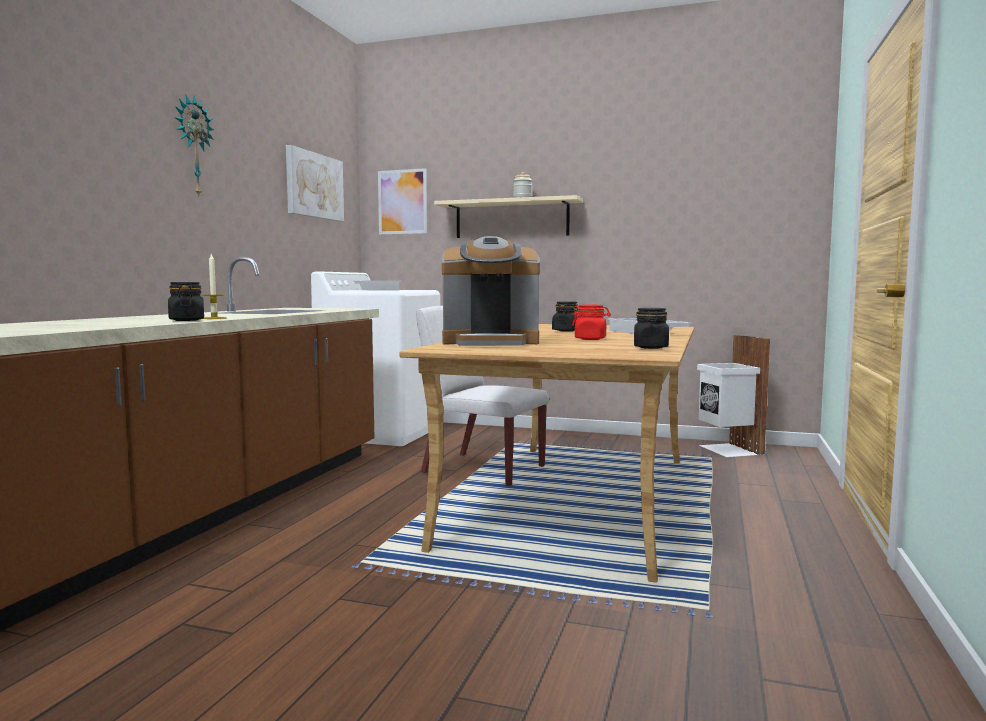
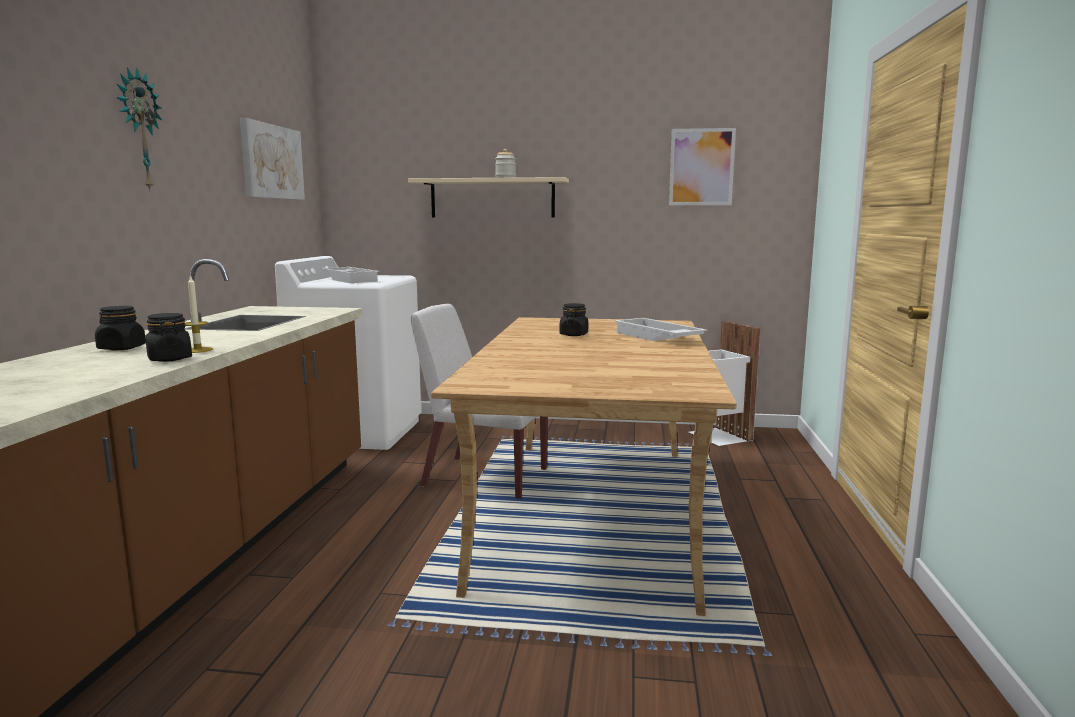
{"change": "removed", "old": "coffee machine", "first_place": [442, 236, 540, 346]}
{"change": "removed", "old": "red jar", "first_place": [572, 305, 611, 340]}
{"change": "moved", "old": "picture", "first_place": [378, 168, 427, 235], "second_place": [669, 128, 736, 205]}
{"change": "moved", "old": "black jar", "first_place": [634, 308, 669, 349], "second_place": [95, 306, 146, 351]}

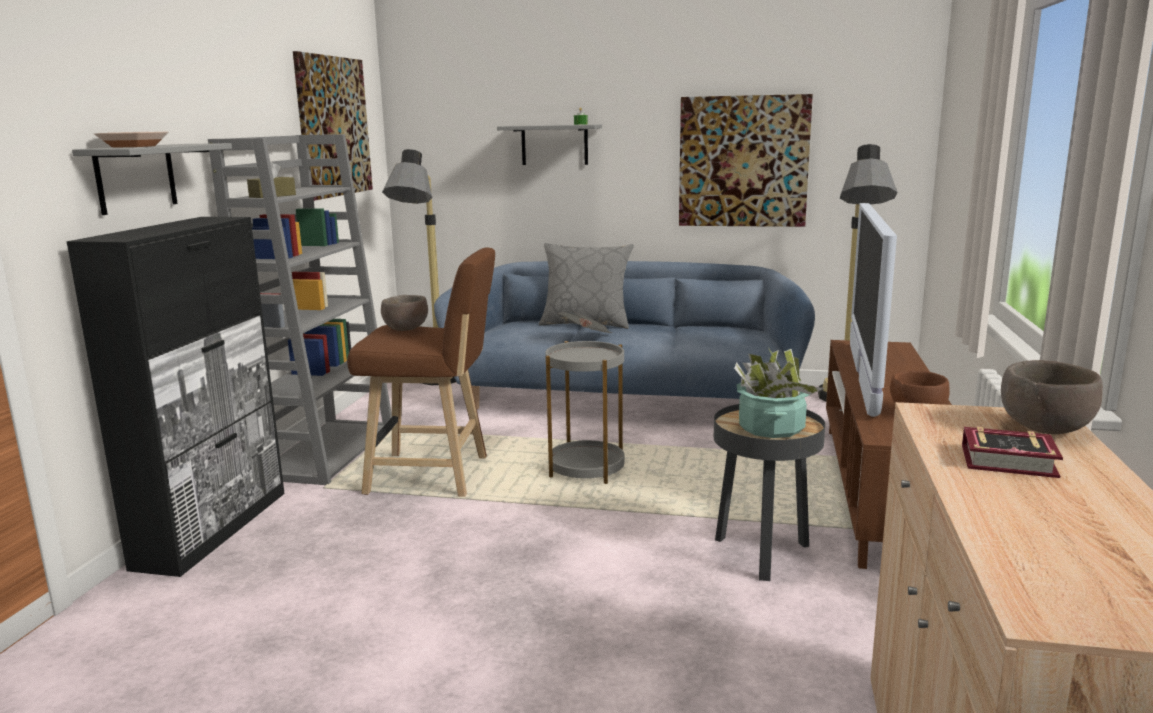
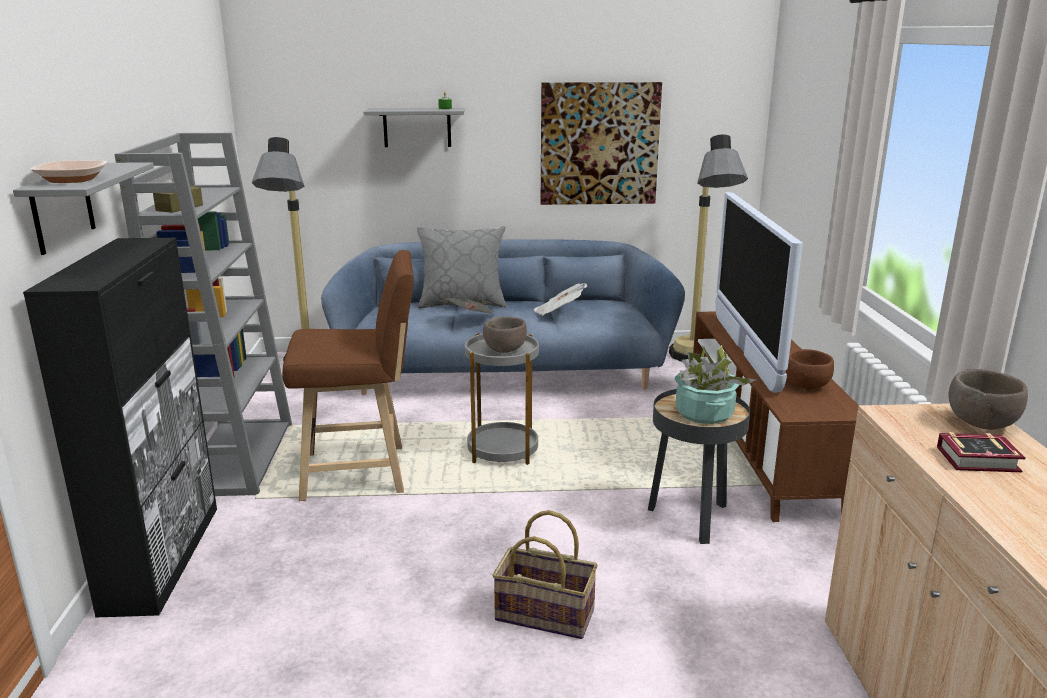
{"change": "removed", "old": "picture", "first_place": [293, 51, 373, 201]}
{"change": "added", "new": "basket", "second_place": [492, 510, 598, 639]}
{"change": "added", "new": "newspaper", "second_place": [534, 283, 587, 316]}
{"change": "moved", "old": "brown bowl", "first_place": [381, 295, 428, 331], "second_place": [483, 317, 527, 353]}

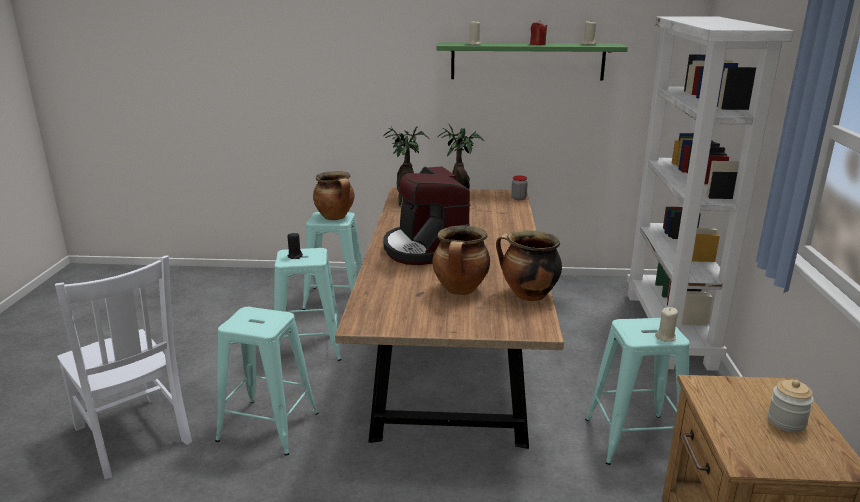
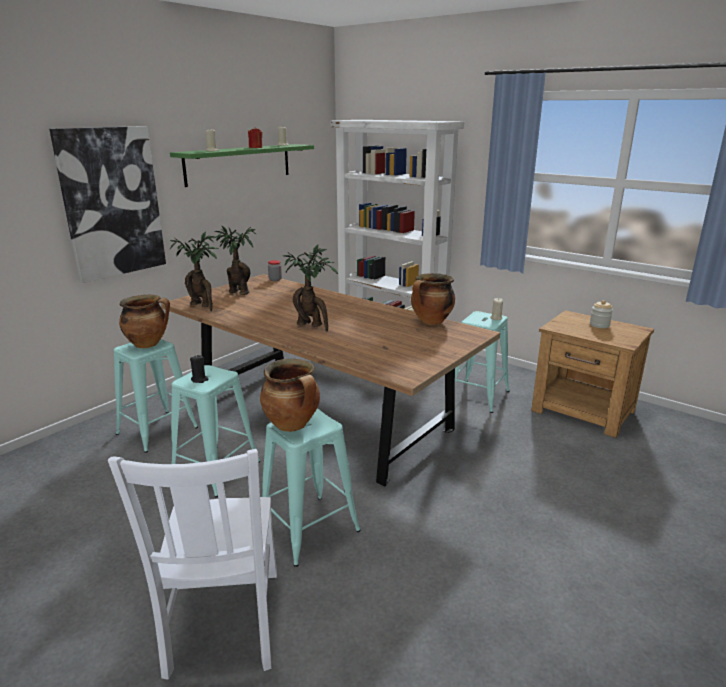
{"change": "added", "new": "picture", "second_place": [49, 126, 166, 283]}
{"change": "moved", "old": "cooking pot", "first_place": [432, 226, 490, 295], "second_place": [260, 359, 320, 432]}
{"change": "replaced", "old": "coffee machine", "new": "potted plant", "first_place": [383, 166, 470, 265], "second_place": [283, 245, 338, 331]}
{"change": "turned", "old": "white chair", "first_place": [55, 255, 192, 479], "second_place": [108, 449, 277, 680], "degrees": 90}

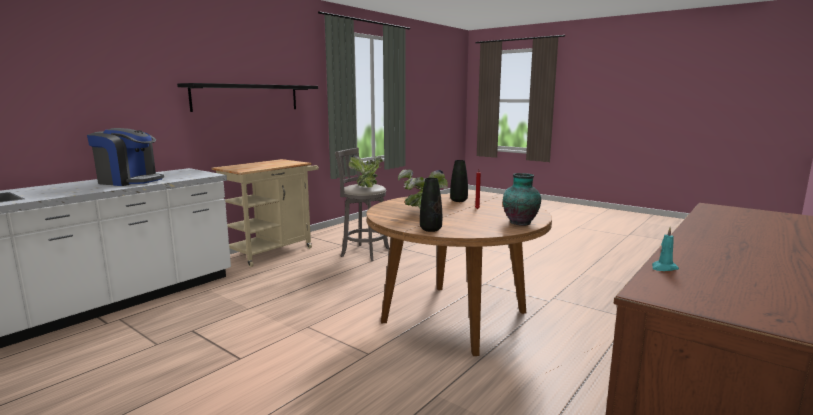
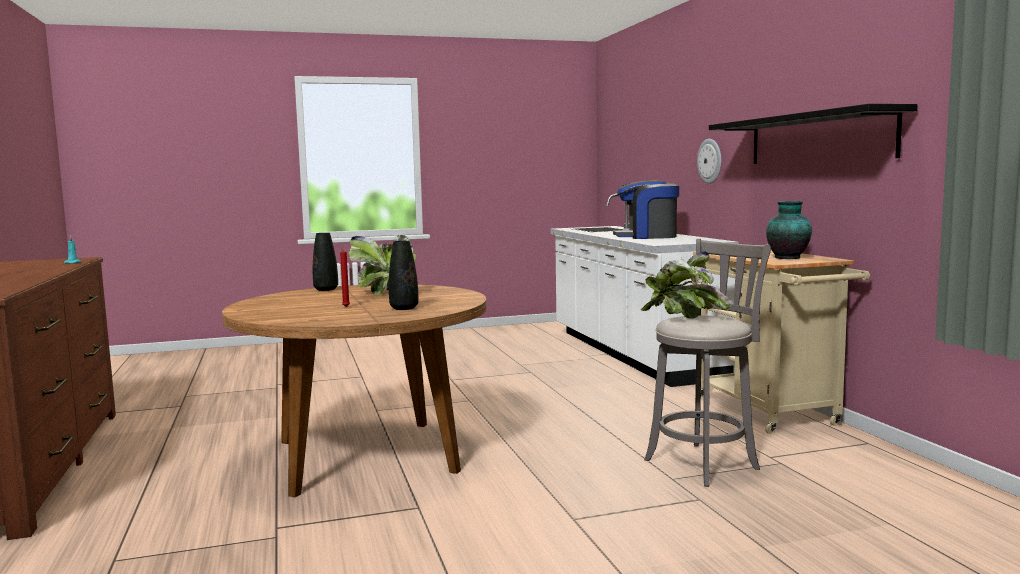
{"change": "added", "new": "wall clock", "second_place": [697, 139, 722, 184]}
{"change": "moved", "old": "vase", "first_place": [503, 173, 541, 226], "second_place": [766, 201, 812, 259]}
{"change": "turned", "old": "coffee machine", "first_place": [87, 128, 164, 186], "second_place": [613, 180, 679, 239], "degrees": 45}

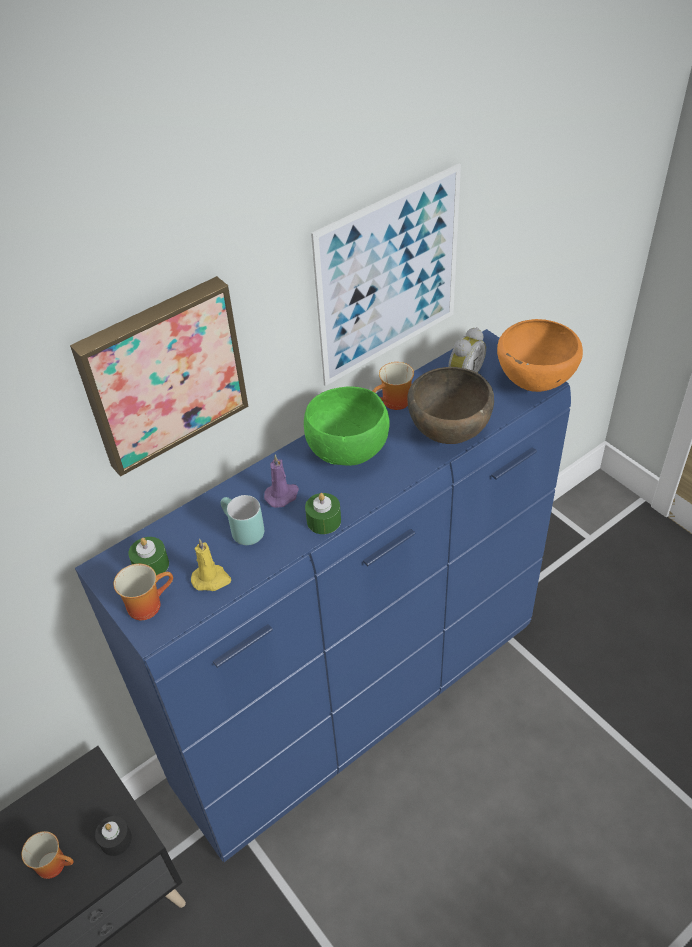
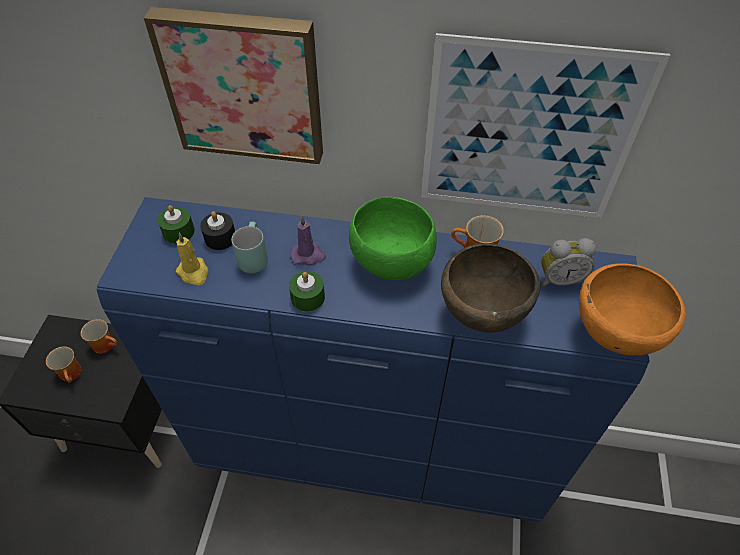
{"change": "moved", "old": "black candle", "first_place": [95, 816, 132, 856], "second_place": [200, 211, 235, 250]}
{"change": "moved", "old": "mug", "first_place": [113, 564, 173, 620], "second_place": [81, 319, 117, 354]}

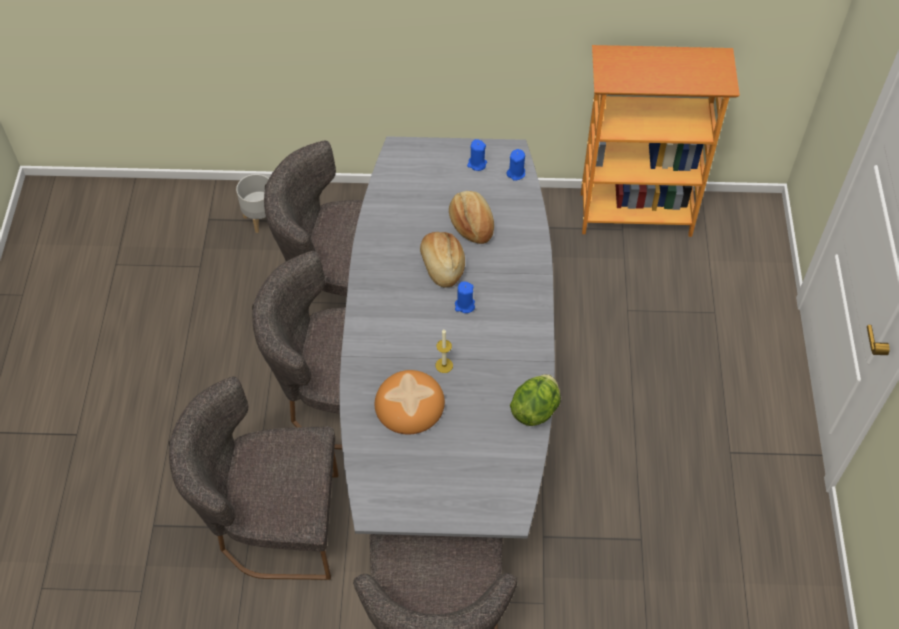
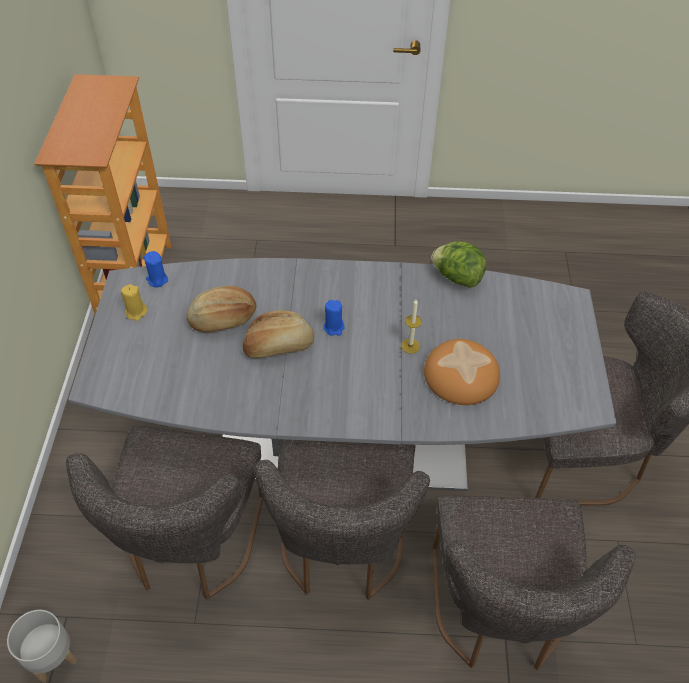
{"change": "recoloured", "old": "blue candle", "new": "yellow candle", "first_place": [467, 139, 487, 171], "second_place": [121, 284, 147, 321]}

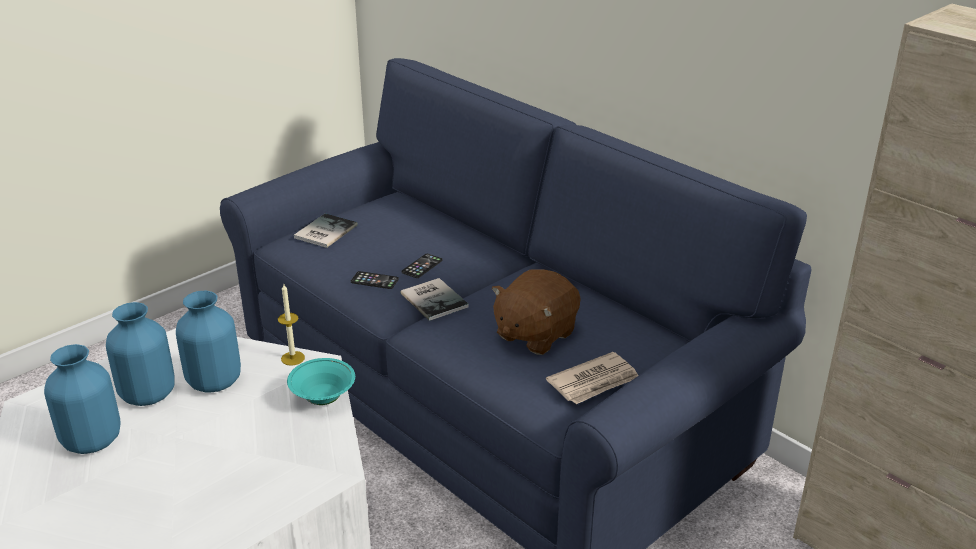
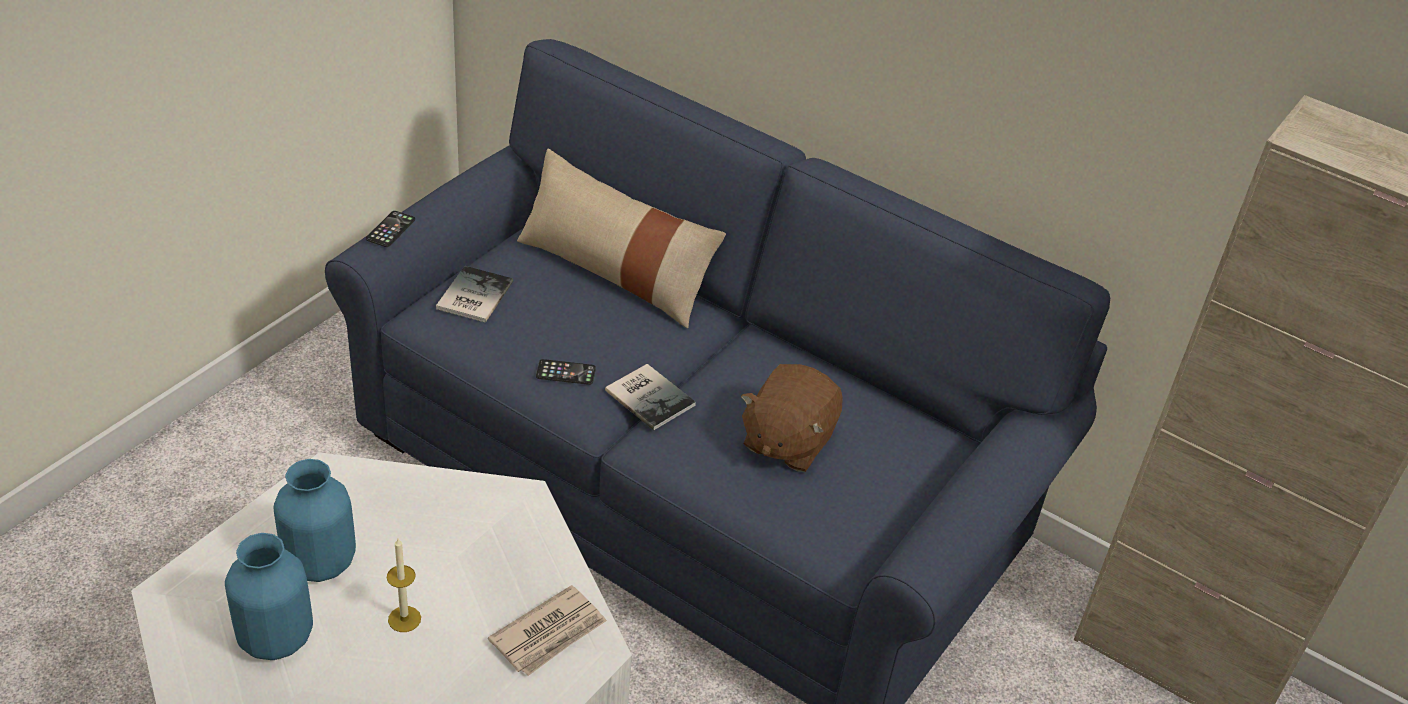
{"change": "removed", "old": "blue vase", "first_place": [176, 290, 241, 393]}
{"change": "removed", "old": "turquoise bowl", "first_place": [287, 358, 355, 405]}
{"change": "added", "new": "beige pillow", "second_place": [517, 149, 726, 329]}
{"change": "moved", "old": "candle", "first_place": [278, 284, 305, 366], "second_place": [387, 539, 421, 632]}
{"change": "moved", "old": "phone", "first_place": [401, 254, 443, 278], "second_place": [366, 211, 415, 247]}
{"change": "moved", "old": "newspaper", "first_place": [546, 352, 639, 404], "second_place": [488, 585, 607, 676]}

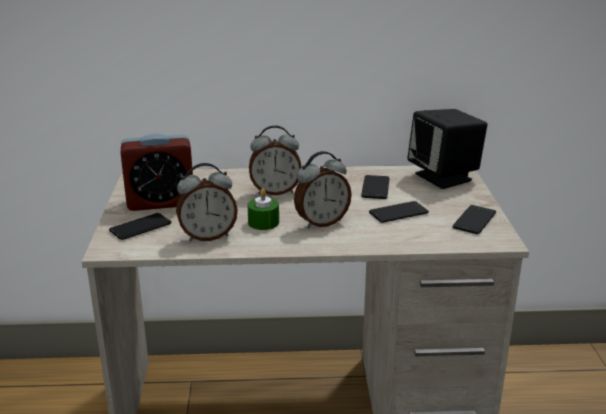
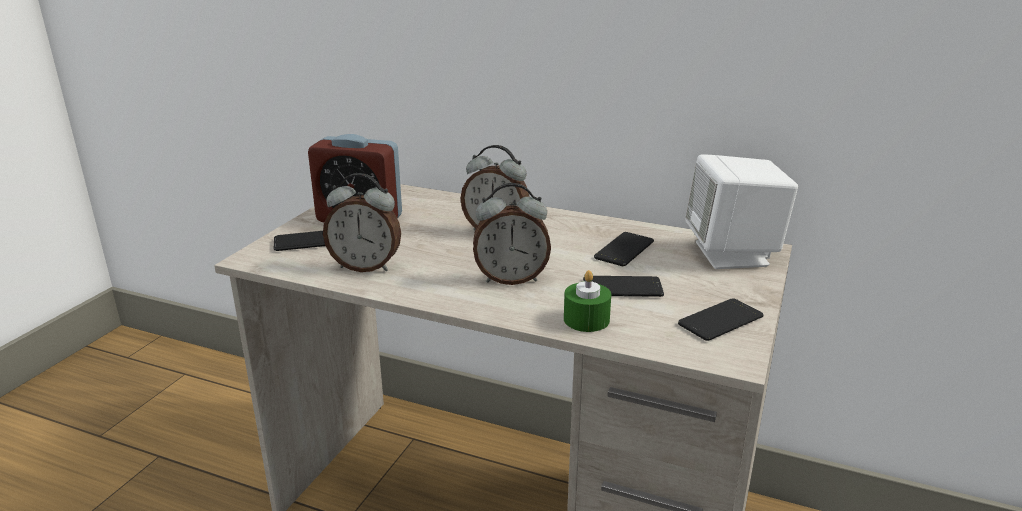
{"change": "moved", "old": "green candle", "first_place": [247, 188, 279, 230], "second_place": [564, 270, 611, 332]}
{"change": "recoloured", "old": "black speaker", "new": "white speaker", "first_place": [407, 109, 487, 189], "second_place": [685, 154, 798, 269]}

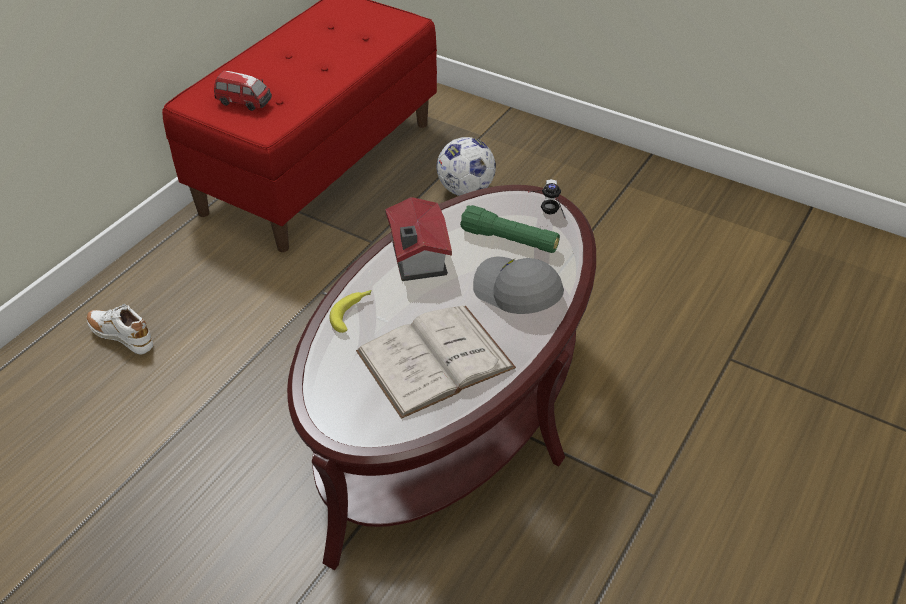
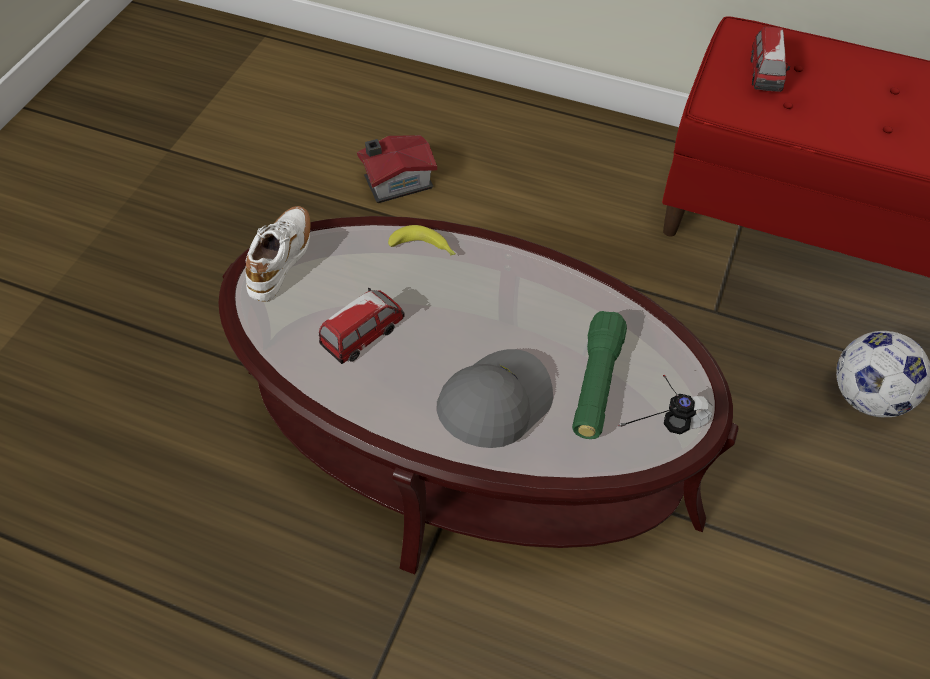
{"change": "moved", "old": "white shoe", "first_place": [87, 304, 153, 355], "second_place": [245, 206, 310, 302]}
{"change": "moved", "old": "toy house", "first_place": [385, 197, 452, 281], "second_place": [357, 135, 437, 203]}
{"change": "replaced", "old": "white book", "new": "toy car", "first_place": [356, 305, 516, 419], "second_place": [319, 288, 405, 364]}

